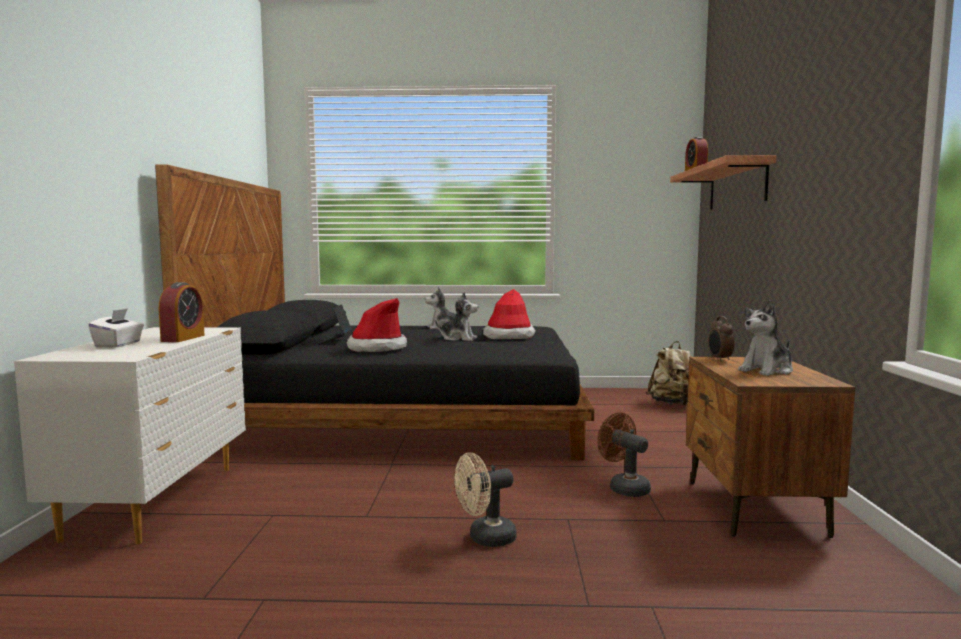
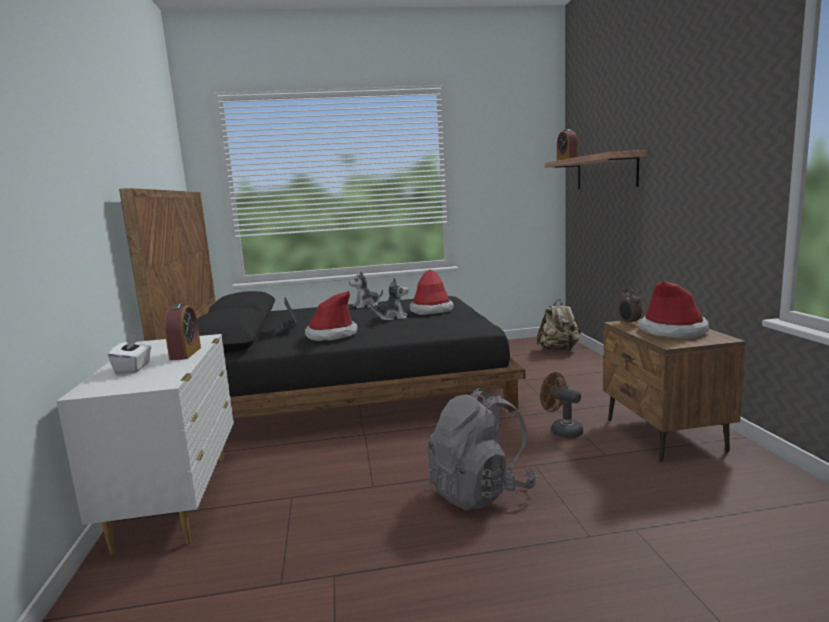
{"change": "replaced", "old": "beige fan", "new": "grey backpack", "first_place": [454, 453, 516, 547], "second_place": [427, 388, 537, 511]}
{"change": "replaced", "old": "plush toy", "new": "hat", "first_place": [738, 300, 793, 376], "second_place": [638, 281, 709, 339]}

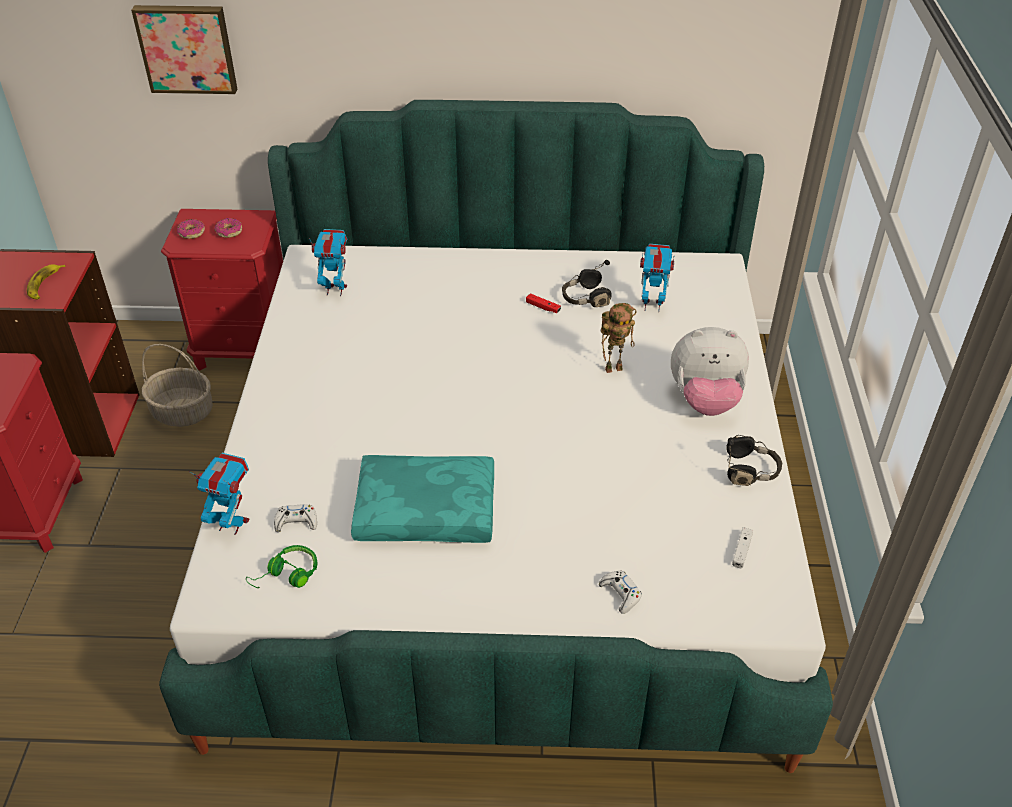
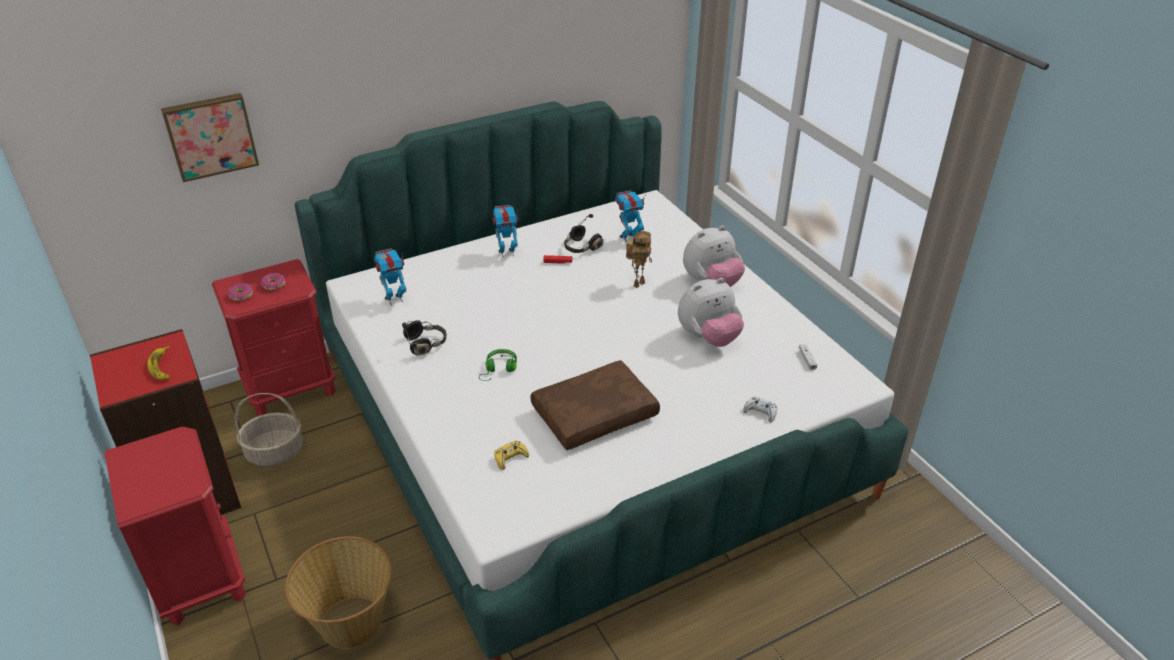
{"change": "added", "new": "basket", "second_place": [285, 536, 392, 649]}
{"change": "added", "new": "plush toy", "second_place": [678, 278, 744, 347]}
{"change": "moved", "old": "toy robot", "first_place": [189, 453, 249, 535], "second_place": [493, 205, 519, 257]}
{"change": "moved", "old": "green headphones", "first_place": [246, 545, 317, 588], "second_place": [479, 349, 517, 381]}
{"change": "moved", "old": "black headphones", "first_place": [726, 435, 783, 486], "second_place": [402, 320, 447, 356]}
{"change": "recoloured", "old": "white game controller", "new": "yellow game controller", "first_place": [274, 504, 317, 532], "second_place": [494, 441, 529, 470]}
{"change": "recoloured", "old": "turquoise pillow", "new": "brown pillow", "first_place": [351, 455, 494, 543], "second_place": [530, 360, 660, 450]}

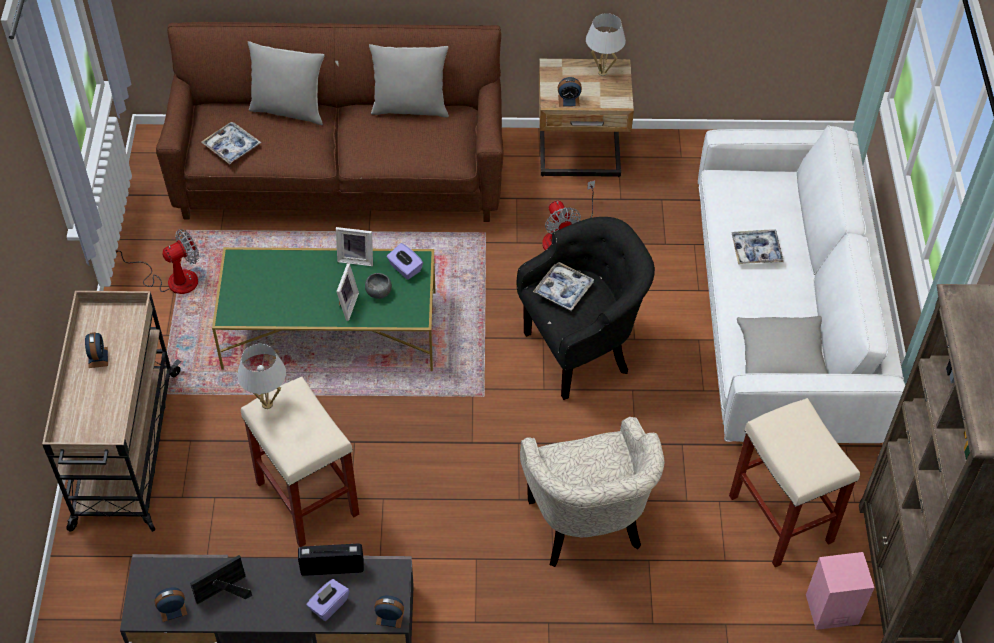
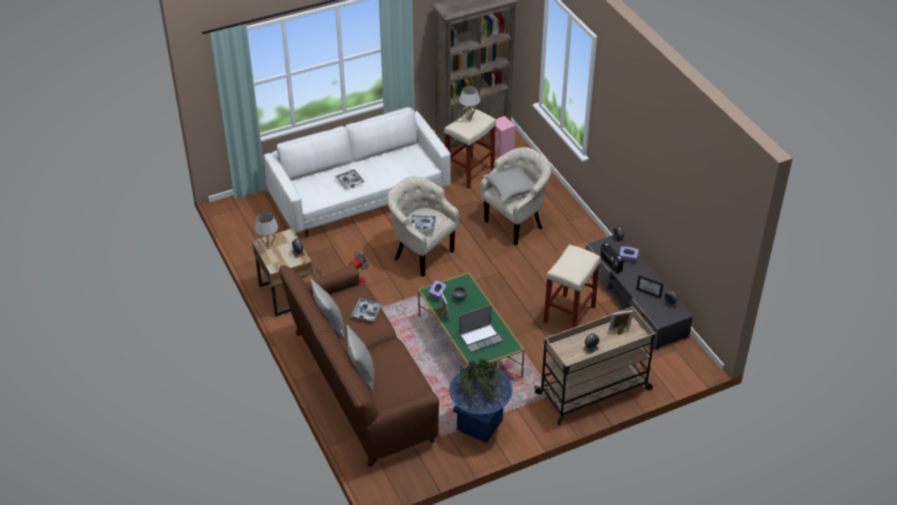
{"change": "added", "new": "laptop", "second_place": [459, 305, 503, 353]}
{"change": "moved", "old": "tray", "first_place": [201, 122, 261, 164], "second_place": [351, 298, 383, 321]}
{"change": "moved", "old": "white table lamp", "first_place": [237, 344, 286, 409], "second_place": [459, 86, 480, 121]}
{"change": "moved", "old": "picture frame", "first_place": [336, 263, 359, 321], "second_place": [609, 310, 633, 335]}
{"change": "moved", "old": "grey pillow", "first_place": [737, 316, 828, 374], "second_place": [483, 167, 535, 202]}
{"change": "replaced", "old": "fan", "new": "blue planter", "first_place": [115, 229, 199, 294], "second_place": [449, 359, 513, 443]}
{"change": "recoloured", "old": "black armchair", "new": "beige armchair", "first_place": [517, 217, 655, 400], "second_place": [387, 176, 459, 277]}

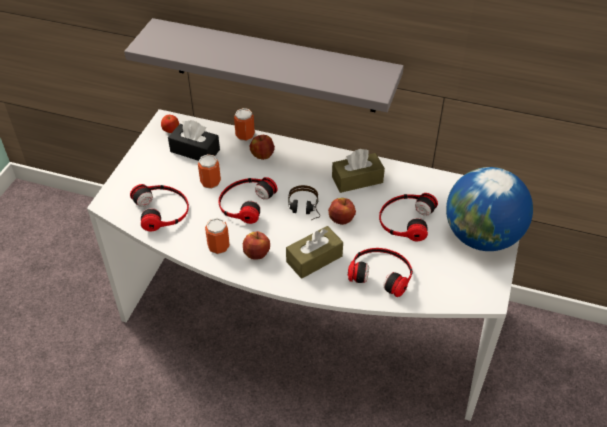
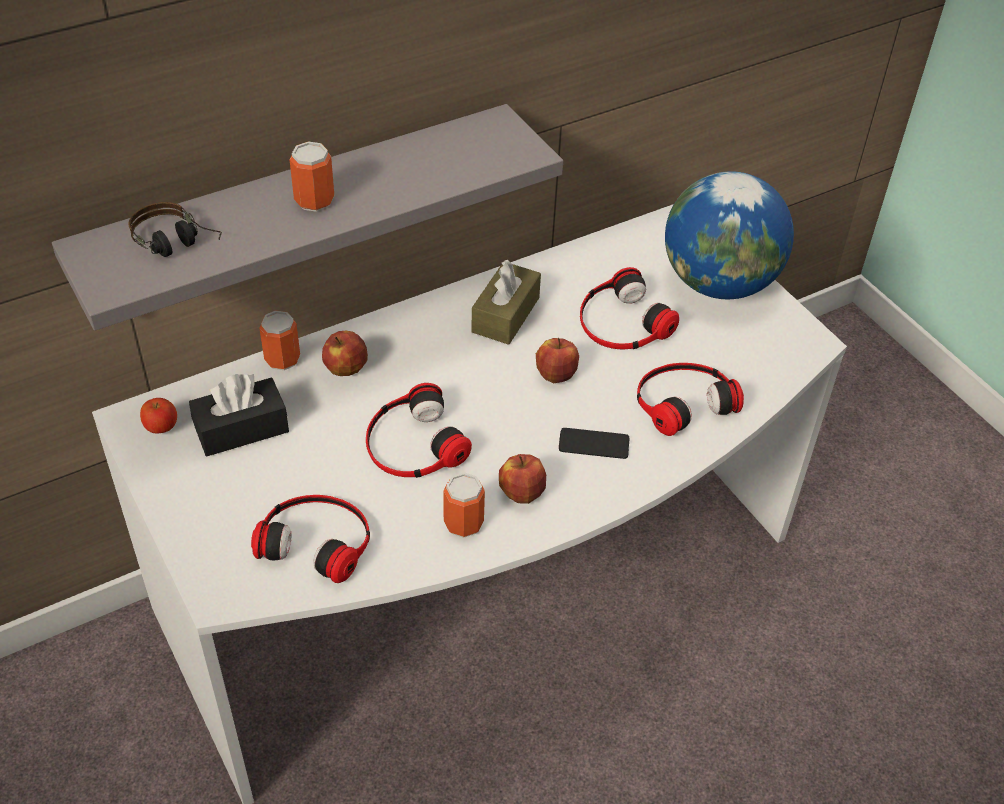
{"change": "moved", "old": "can", "first_place": [198, 154, 221, 189], "second_place": [289, 141, 334, 212]}
{"change": "moved", "old": "headphones", "first_place": [288, 185, 320, 220], "second_place": [128, 202, 222, 257]}
{"change": "replaced", "old": "brown tissue box", "new": "phone", "first_place": [286, 226, 343, 279], "second_place": [559, 428, 629, 459]}

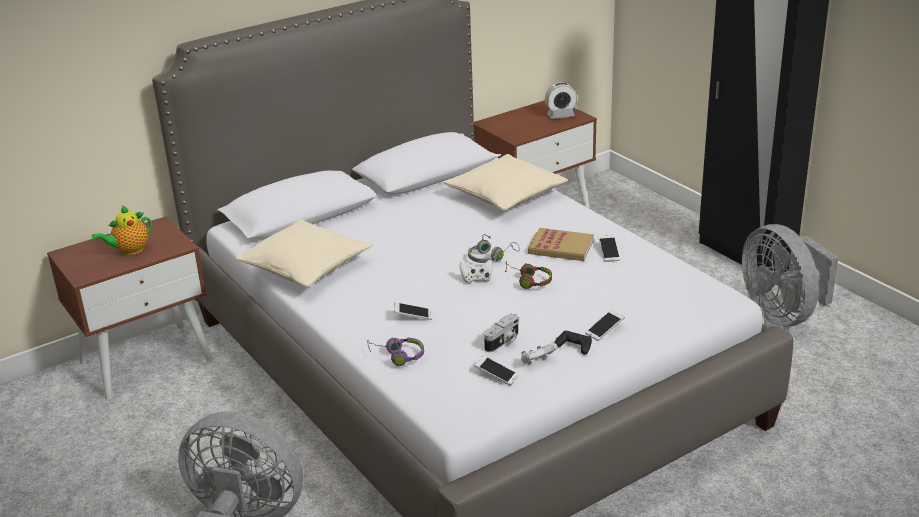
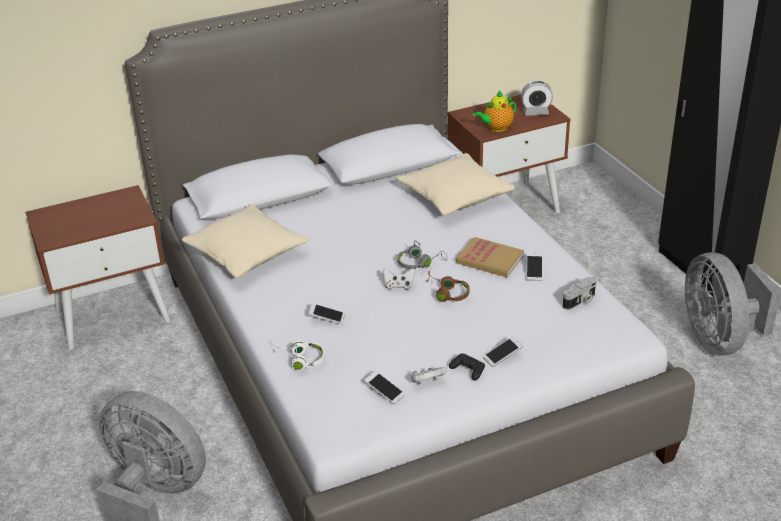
{"change": "moved", "old": "teapot", "first_place": [92, 205, 152, 255], "second_place": [473, 91, 516, 132]}
{"change": "moved", "old": "photo camera", "first_place": [484, 314, 519, 352], "second_place": [563, 277, 597, 310]}
{"change": "recoloured", "old": "purple headphones", "new": "white headphones", "first_place": [368, 338, 424, 366], "second_place": [274, 341, 325, 370]}

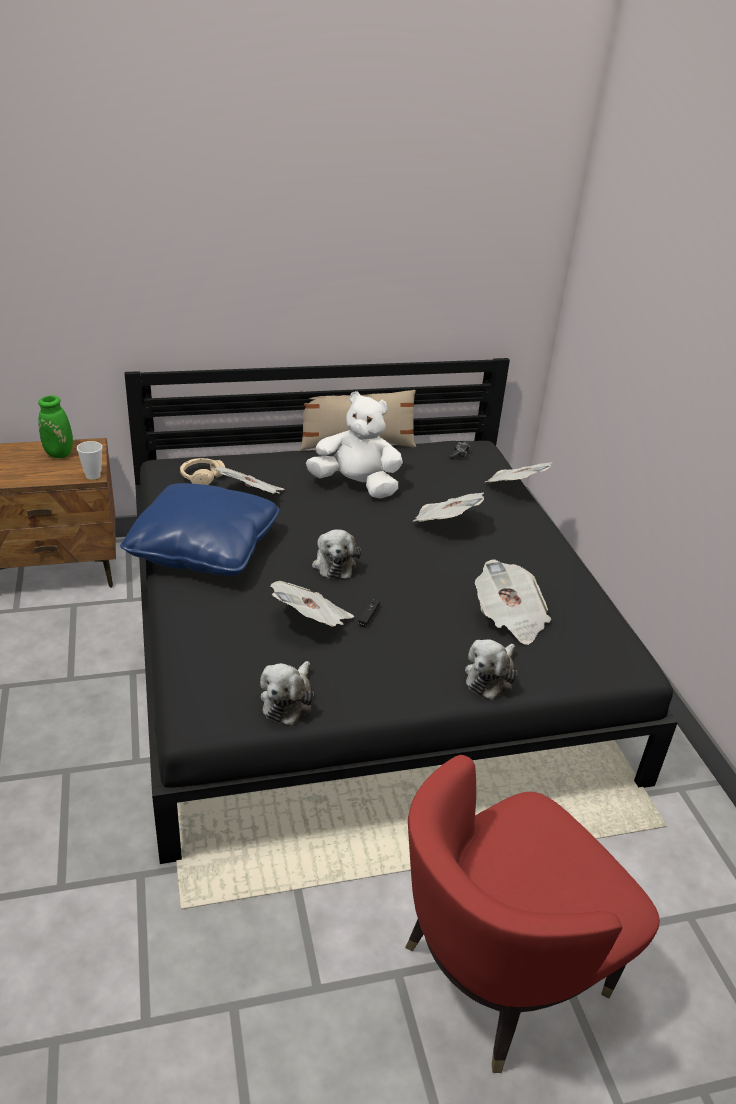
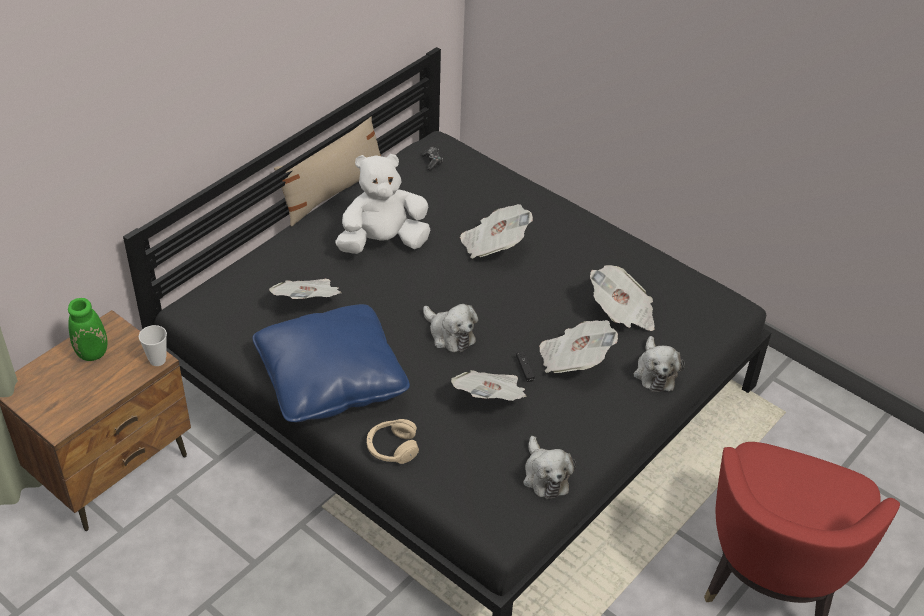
{"change": "moved", "old": "beige headphones", "first_place": [180, 458, 225, 485], "second_place": [367, 419, 419, 464]}
{"change": "moved", "old": "newspaper", "first_place": [485, 462, 553, 482], "second_place": [539, 320, 618, 373]}

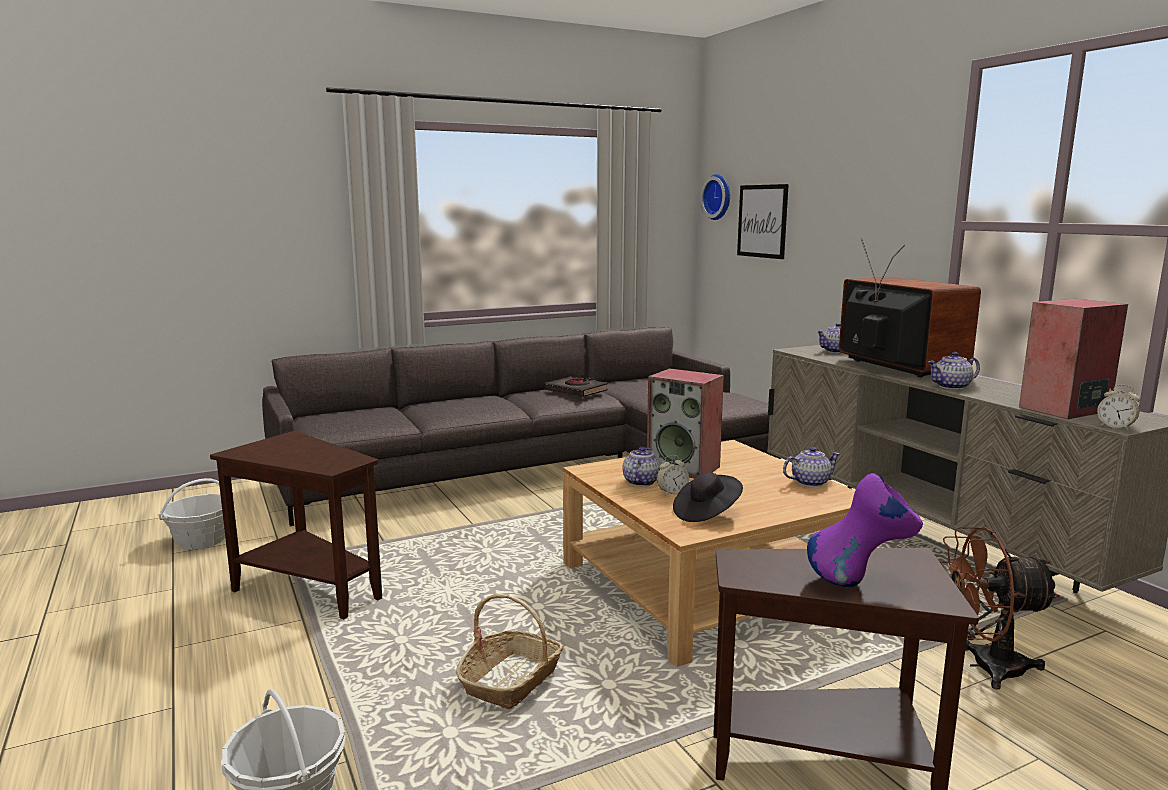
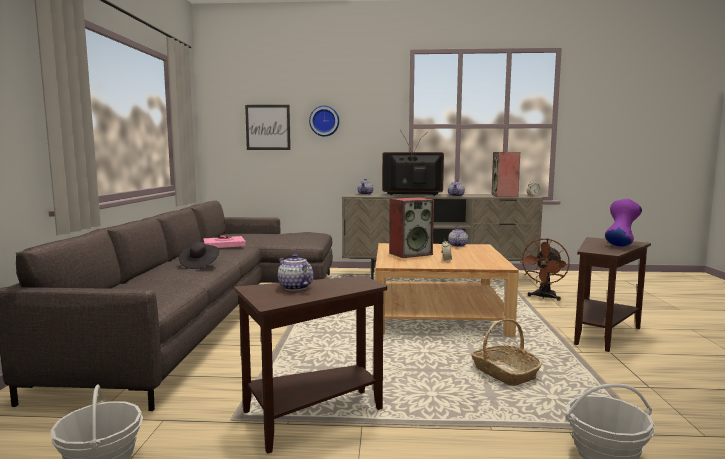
{"change": "moved", "old": "teapot", "first_place": [623, 447, 660, 486], "second_place": [278, 254, 314, 291]}
{"change": "moved", "old": "black hat", "first_place": [673, 472, 743, 522], "second_place": [179, 242, 219, 269]}
{"change": "moved", "old": "wall clock", "first_place": [701, 174, 730, 220], "second_place": [309, 106, 339, 136]}
{"change": "recoloured", "old": "black book", "new": "pink book", "first_place": [544, 377, 608, 397], "second_place": [203, 235, 246, 248]}

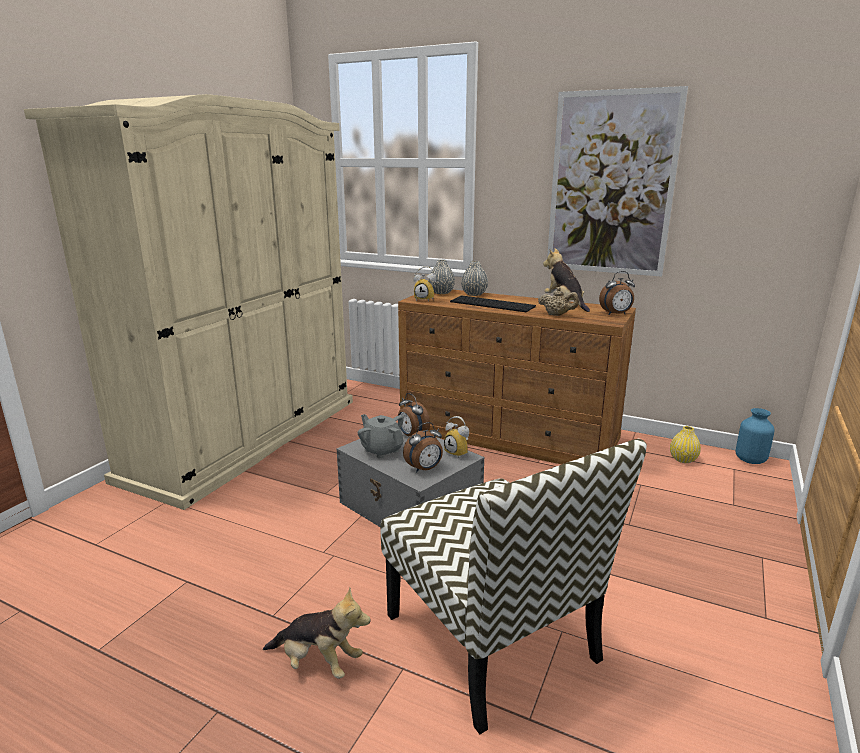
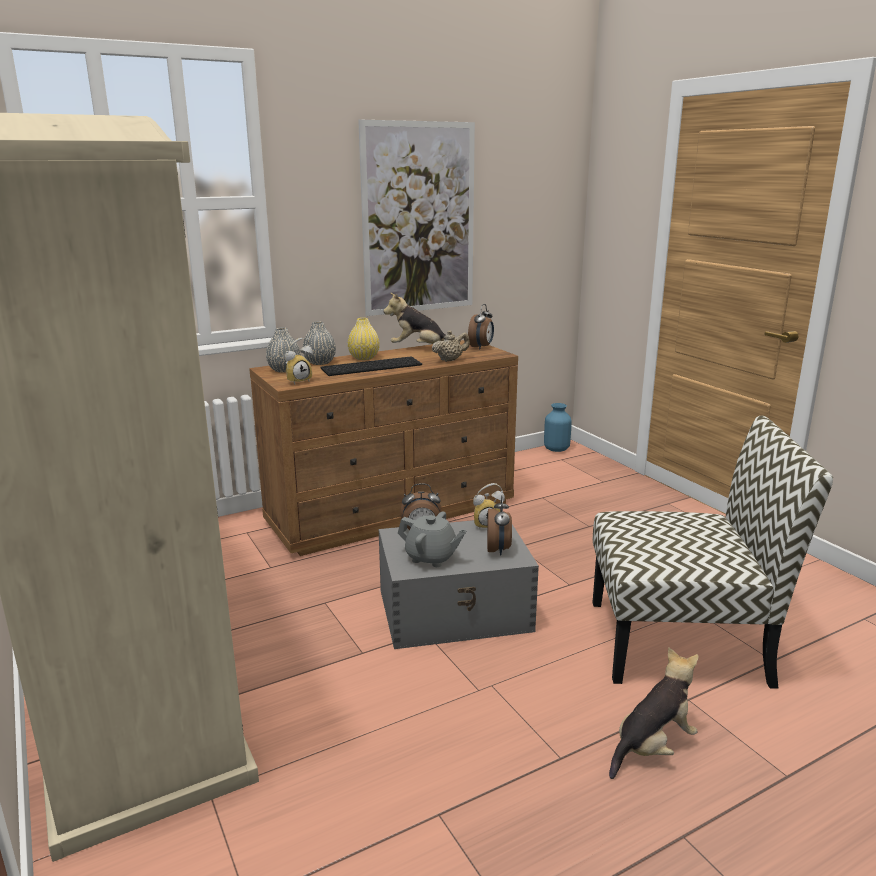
{"change": "moved", "old": "yellow vase", "first_place": [670, 426, 701, 463], "second_place": [348, 318, 380, 360]}
{"change": "turned", "old": "grey teapot", "first_place": [358, 414, 404, 458], "second_place": [398, 511, 467, 567], "degrees": -150}

